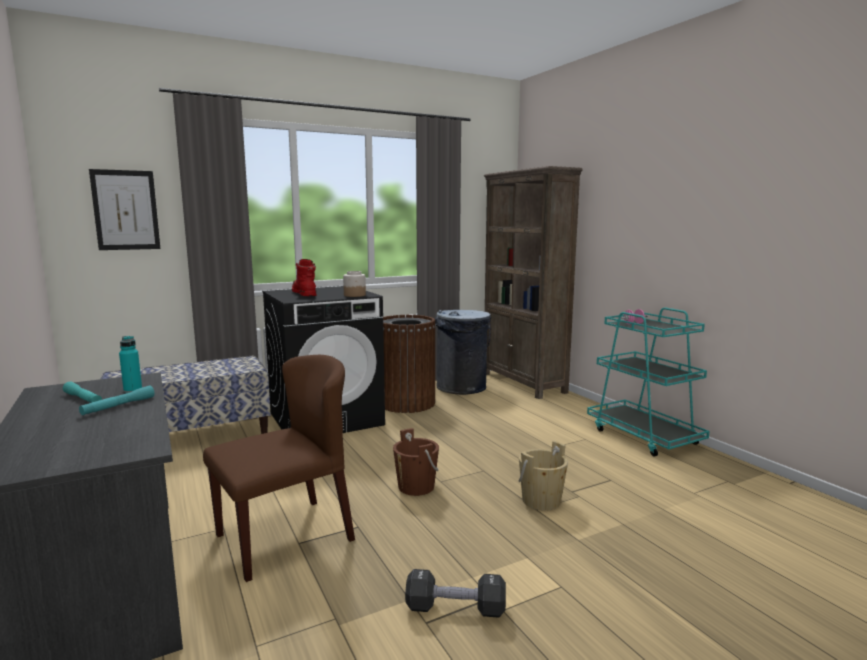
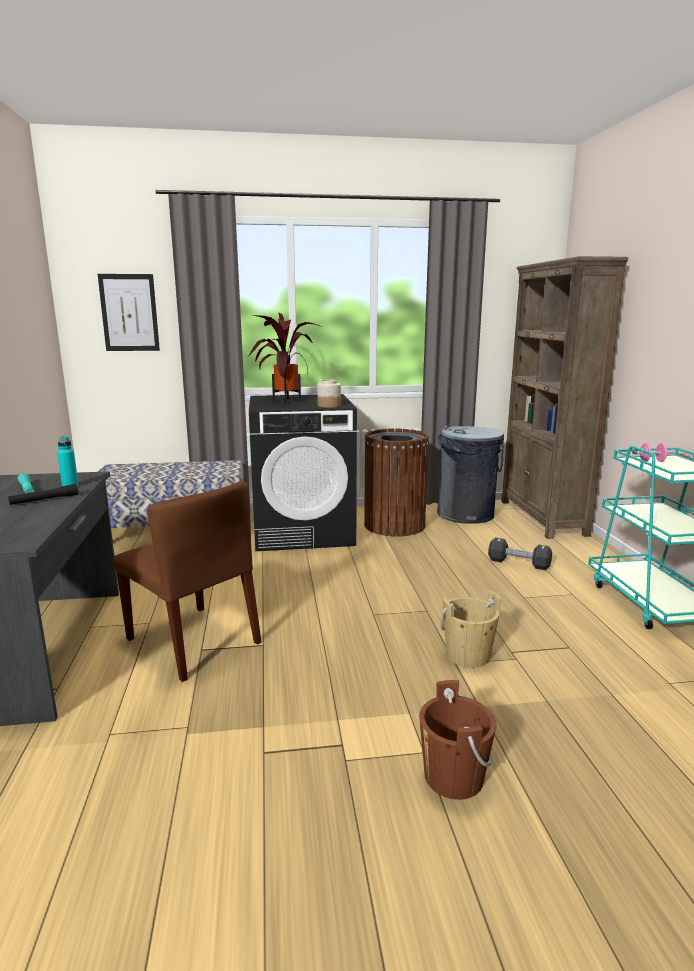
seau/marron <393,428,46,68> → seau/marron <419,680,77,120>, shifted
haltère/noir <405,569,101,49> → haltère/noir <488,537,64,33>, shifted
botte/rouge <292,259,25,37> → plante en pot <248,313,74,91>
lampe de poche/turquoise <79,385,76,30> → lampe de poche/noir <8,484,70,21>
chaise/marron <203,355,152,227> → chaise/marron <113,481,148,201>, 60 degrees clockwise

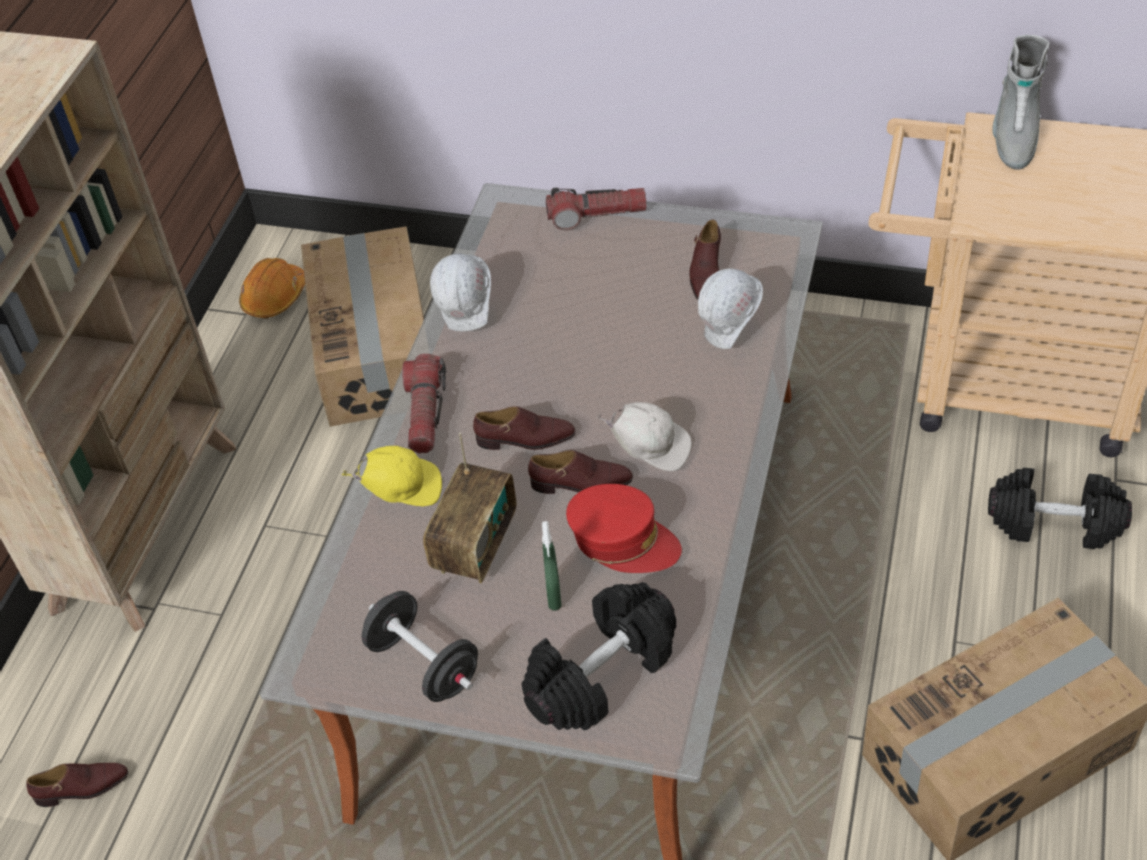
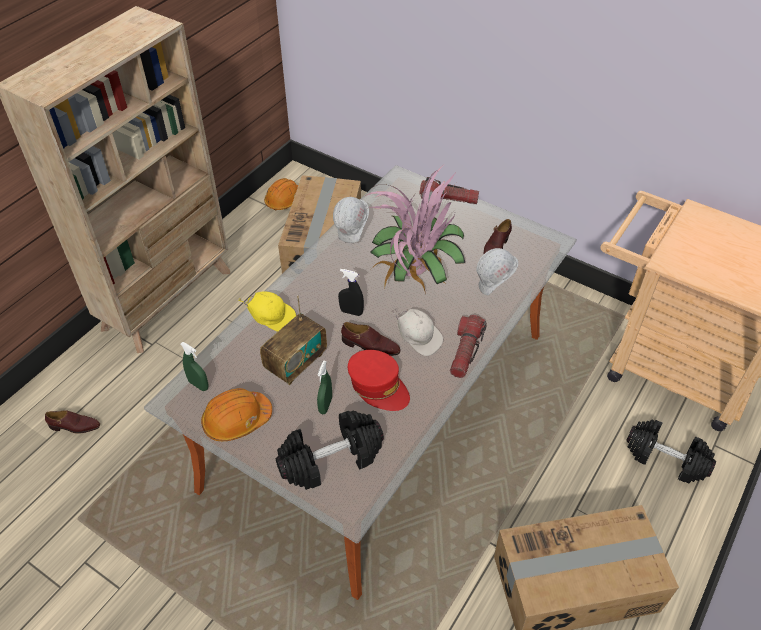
botte/gris <992,35,58,135> → -
- → vaporisateur/vert <181,342,28,49>
- → plante en pot <364,163,101,128>
lampe de poche <402,354,44,99> → lampe de poche <450,315,37,63>, shifted
haltère/noir <362,591,116,111> → casque de chantier/orange <201,388,71,53>
chaussure/marron <473,406,102,44> → vaporisateur/noir <338,269,26,47>

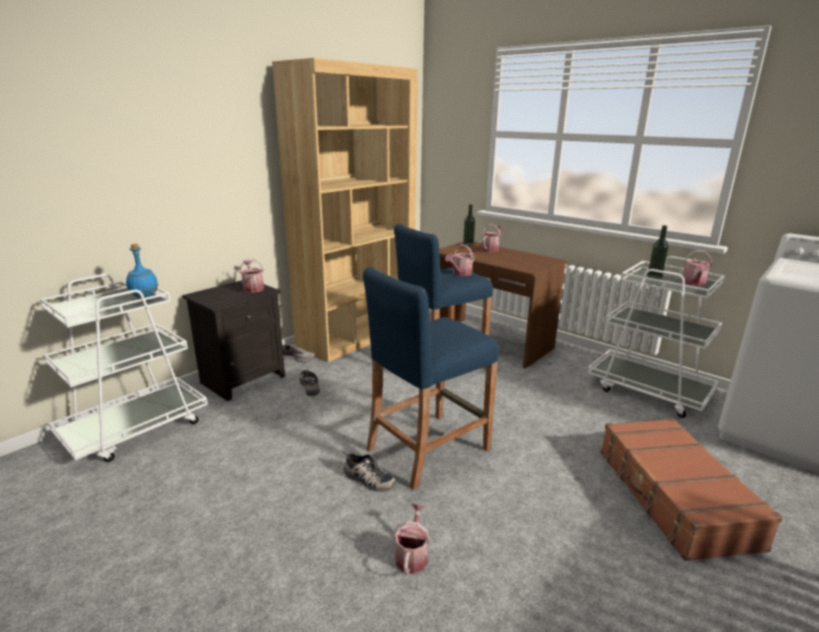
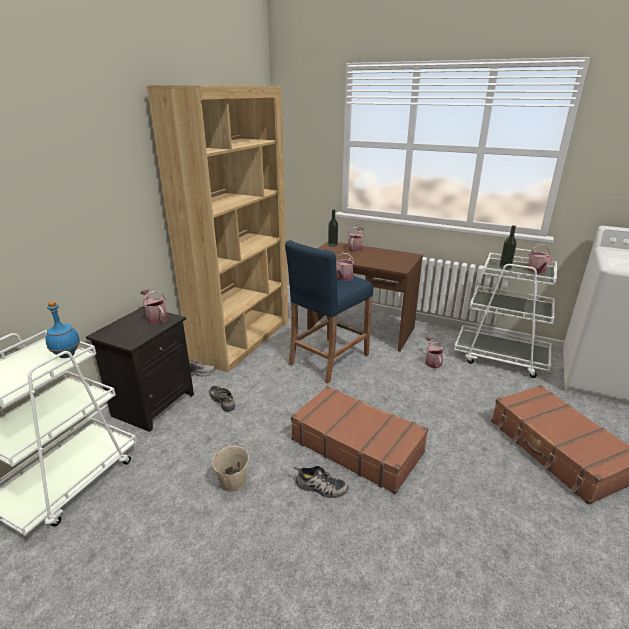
- → seau/beige <212,442,37,51>
arrosoir <393,503,37,72> → arrosoir <425,337,20,31>, shifted
tabouret/bleu <363,267,136,223> → valise/marron <291,386,137,108>

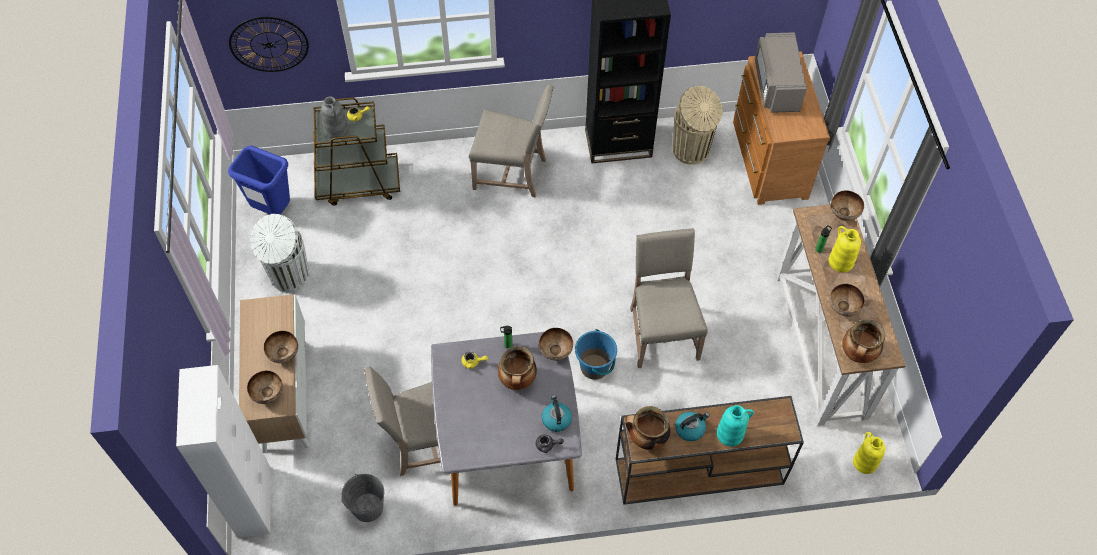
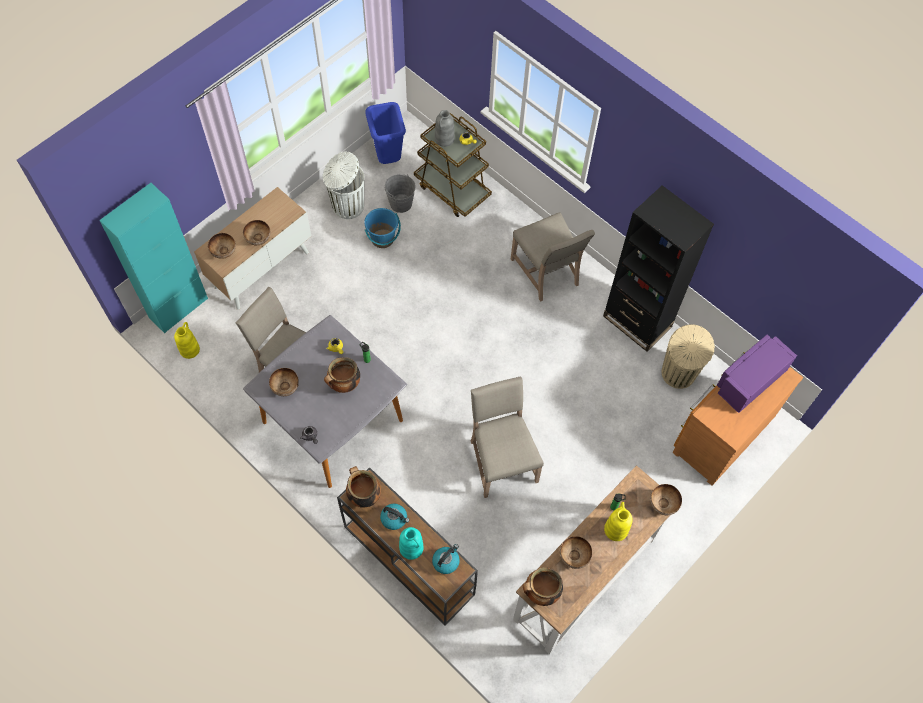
horloge murale <229,17,80,55> → -
seau/gris <342,474,42,48> → seau/gris <385,174,31,39>, shifted
bol <539,328,34,33> → bol <269,368,30,28>, shifted
bouilloire <542,395,30,37> → bouilloire <432,544,28,30>, shifted
seau/bleu <575,329,42,51> → seau/bleu <364,208,37,40>, shifted
vase/jaune <853,432,32,42> → vase/jaune <174,322,26,37>, shifted
meuble de rangement/blanc <176,365,94,173> → meuble de rangement/turquoise <99,183,109,150>
micro-ondes/gris <755,32,52,81> → micro-ondes/violet <717,335,80,78>
chaise/beige <630,228,78,140> → chaise/beige <471,376,73,122>, 60 degrees counterclockwise

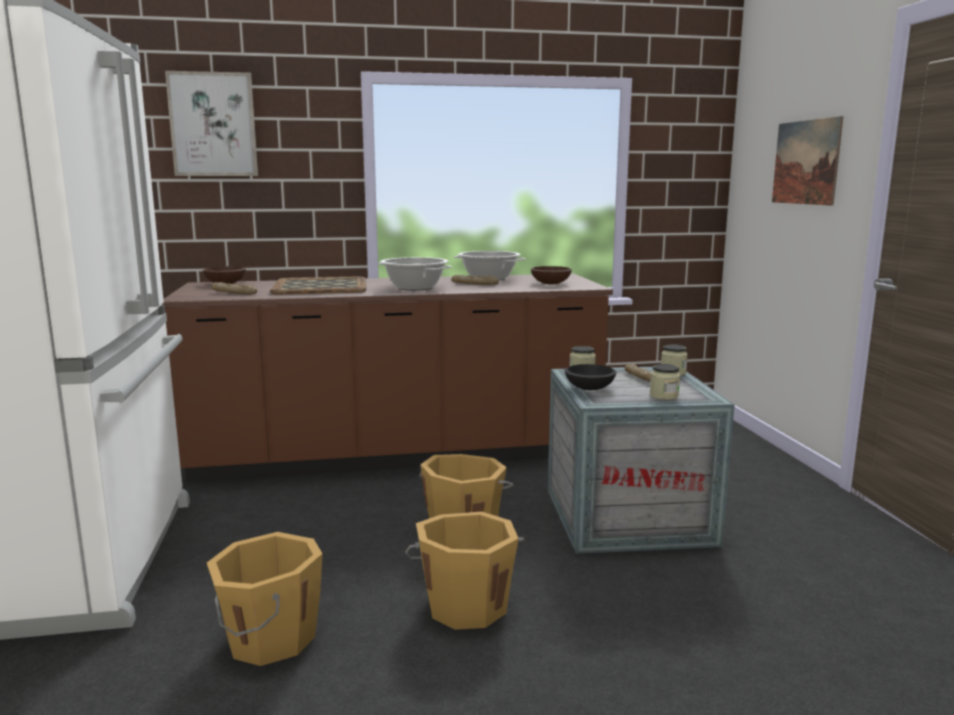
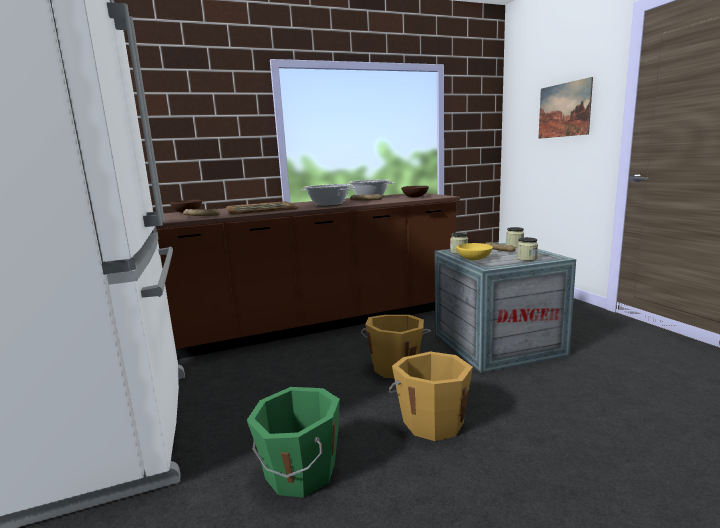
tableau <165,71,93,105> → -
seau/orange <207,532,116,134> → seau/vert <247,387,93,111>
bol/noir <565,364,52,26> → bol/jaune <456,243,37,17>

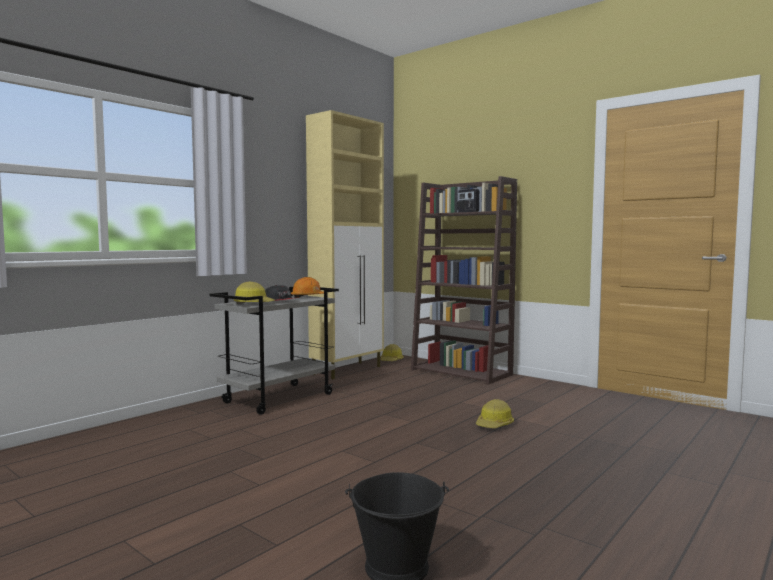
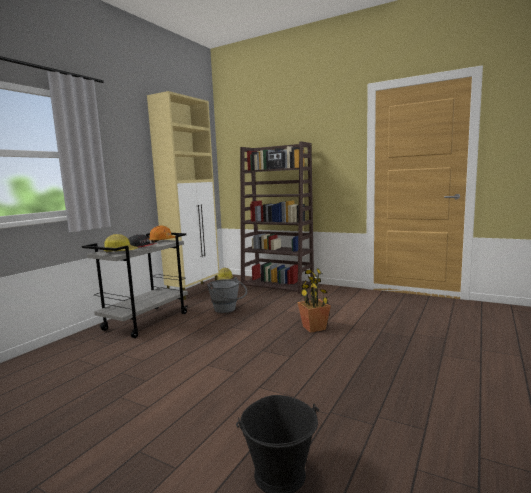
- → seau/gris <207,277,40,36>
casque de chantier <476,399,38,29> → plante en pot <297,269,34,64>

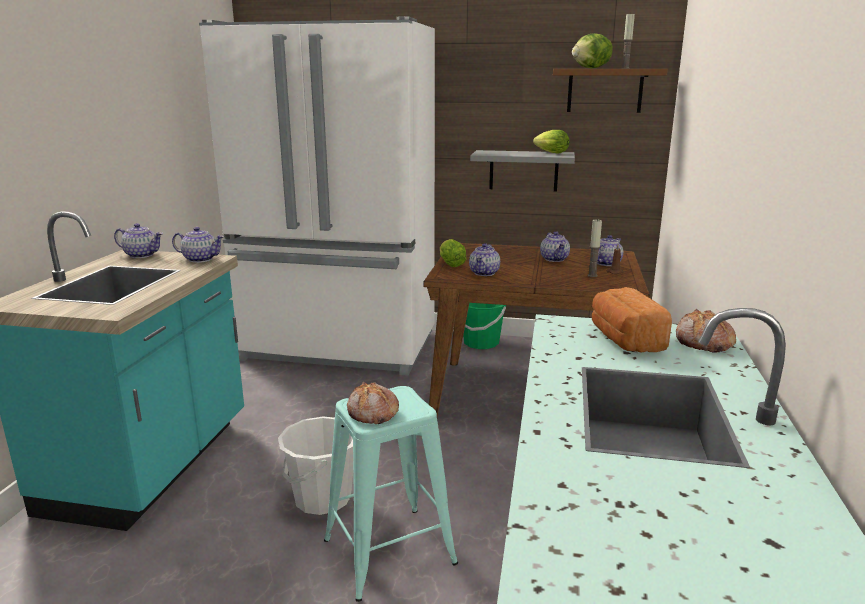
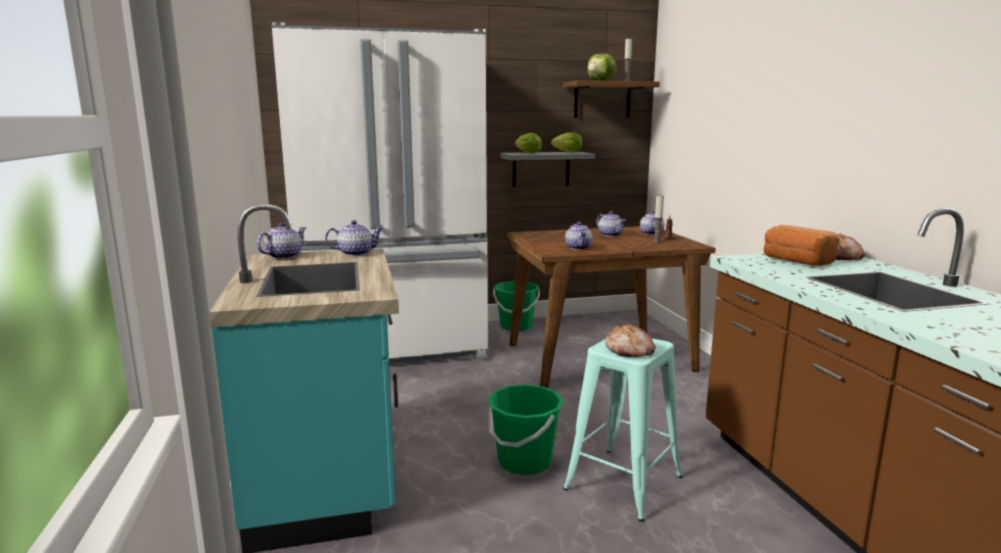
laitue <440,239,27,28> → laitue <515,133,27,21>, shifted
seau/blanc <278,416,75,99> → seau/vert <488,384,76,91>
théière <114,223,49,35> → théière <257,222,49,37>, 45 degrees counterclockwise

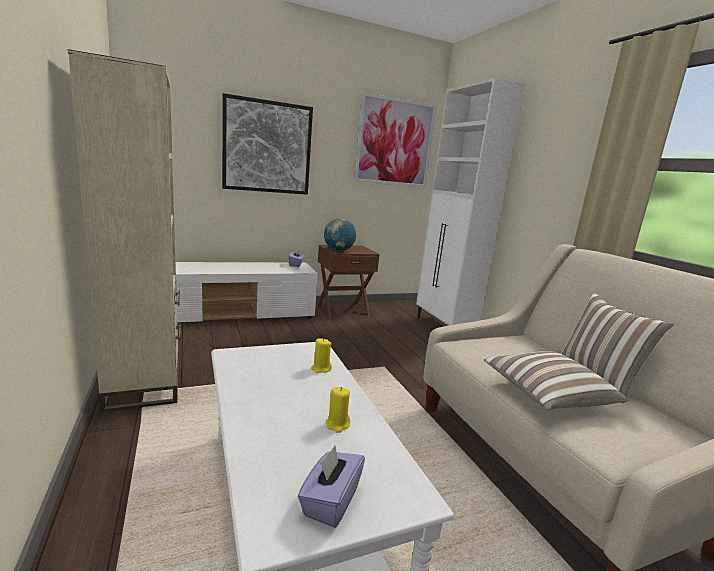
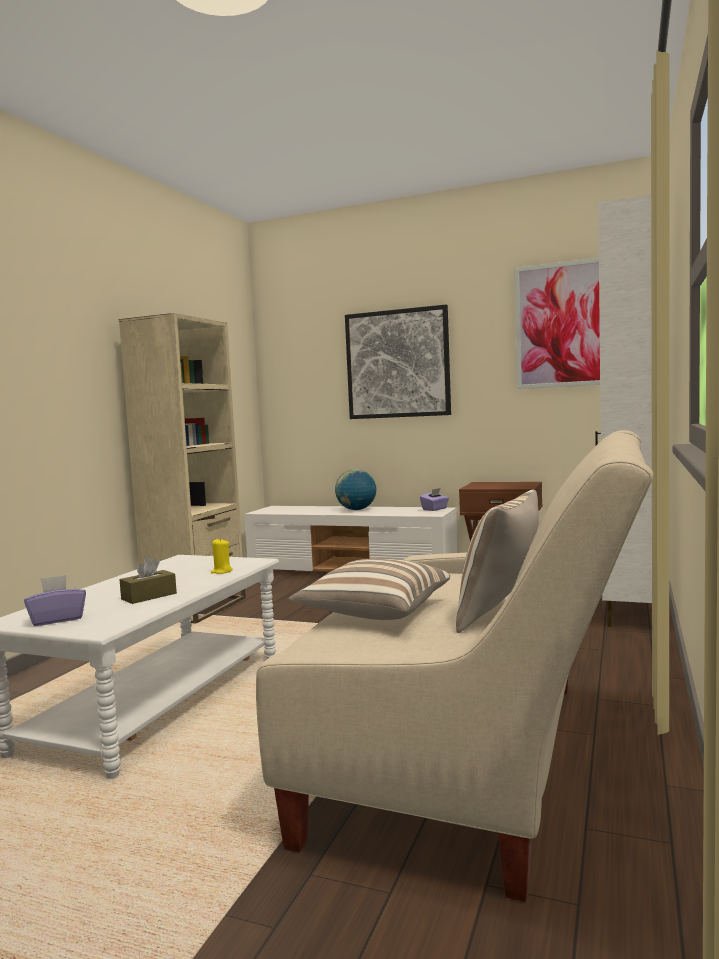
globe <324,218,32,33> → globe <335,469,41,41>, shifted
bougie/jaune <326,387,24,46> → boîte à mouchoirs/marron <120,557,57,47>

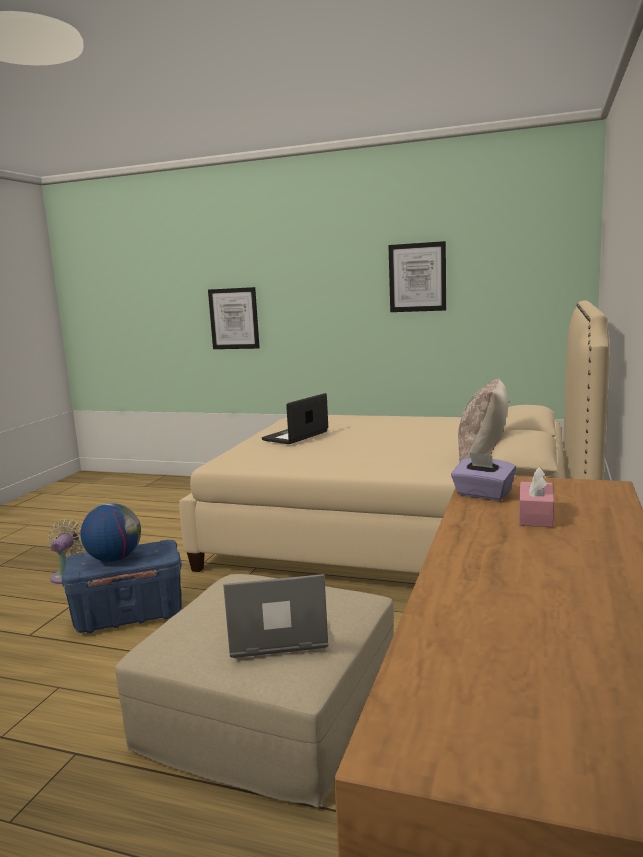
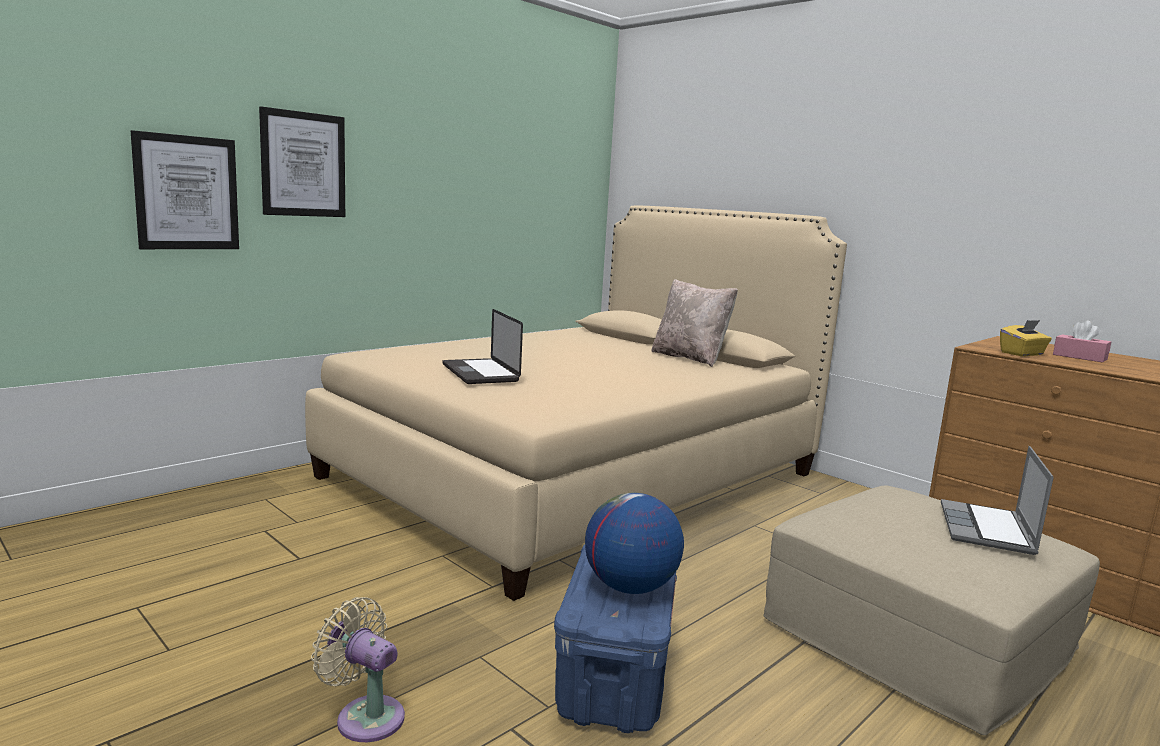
tableau <389,241,57,71> → tableau <259,106,86,111>, shifted
boîte à mouchoirs/violet <451,452,65,49> → boîte à mouchoirs/jaune <1000,320,52,37>

